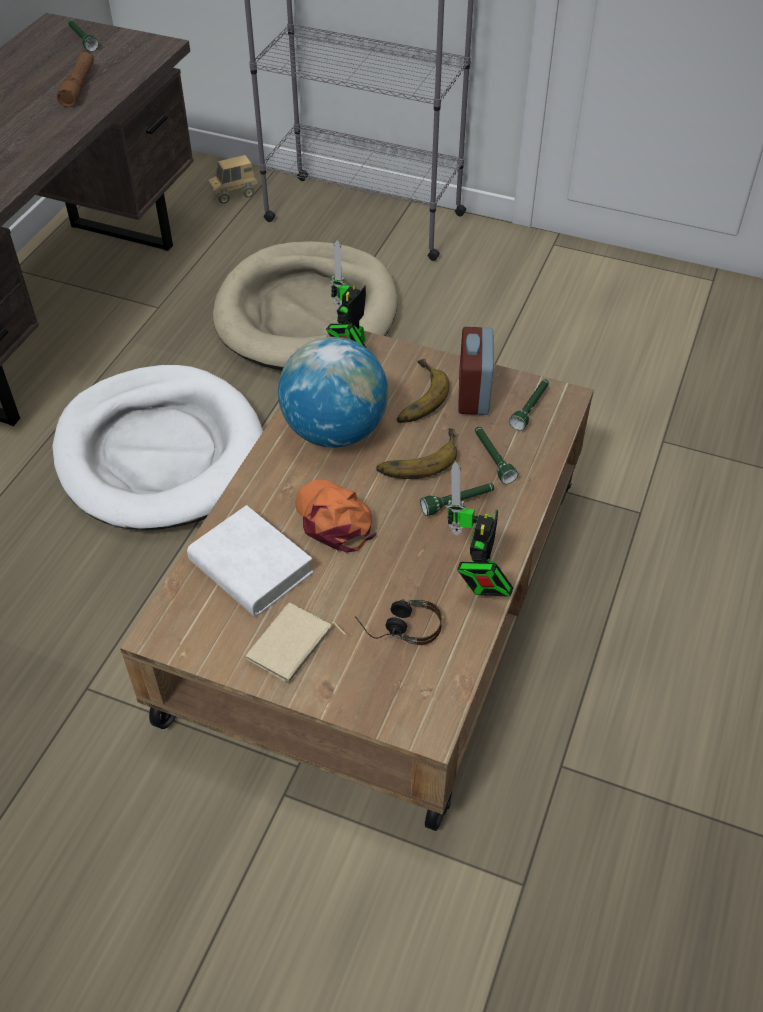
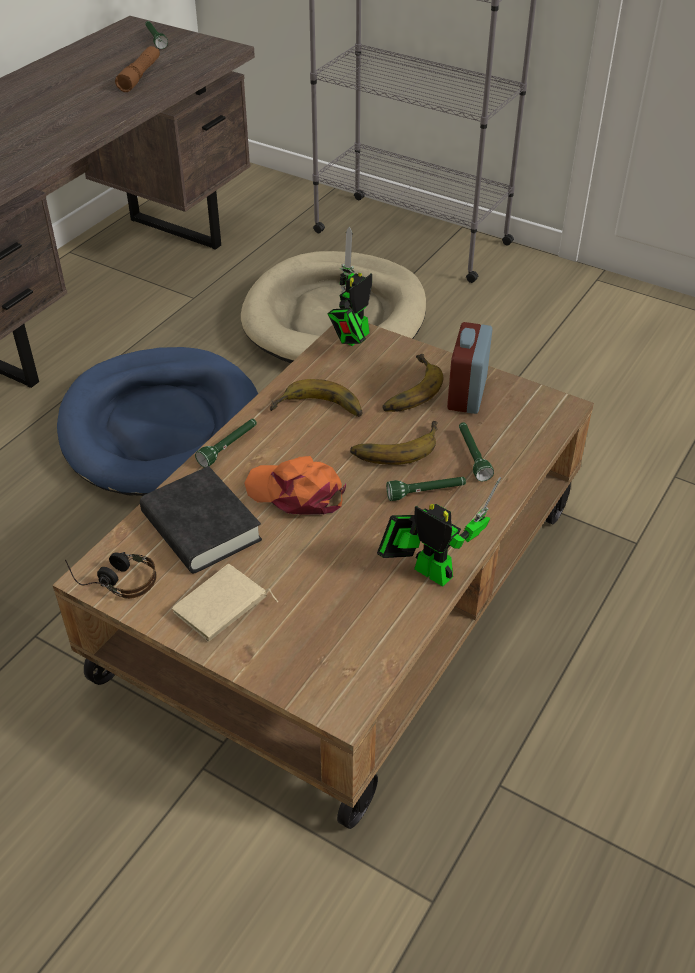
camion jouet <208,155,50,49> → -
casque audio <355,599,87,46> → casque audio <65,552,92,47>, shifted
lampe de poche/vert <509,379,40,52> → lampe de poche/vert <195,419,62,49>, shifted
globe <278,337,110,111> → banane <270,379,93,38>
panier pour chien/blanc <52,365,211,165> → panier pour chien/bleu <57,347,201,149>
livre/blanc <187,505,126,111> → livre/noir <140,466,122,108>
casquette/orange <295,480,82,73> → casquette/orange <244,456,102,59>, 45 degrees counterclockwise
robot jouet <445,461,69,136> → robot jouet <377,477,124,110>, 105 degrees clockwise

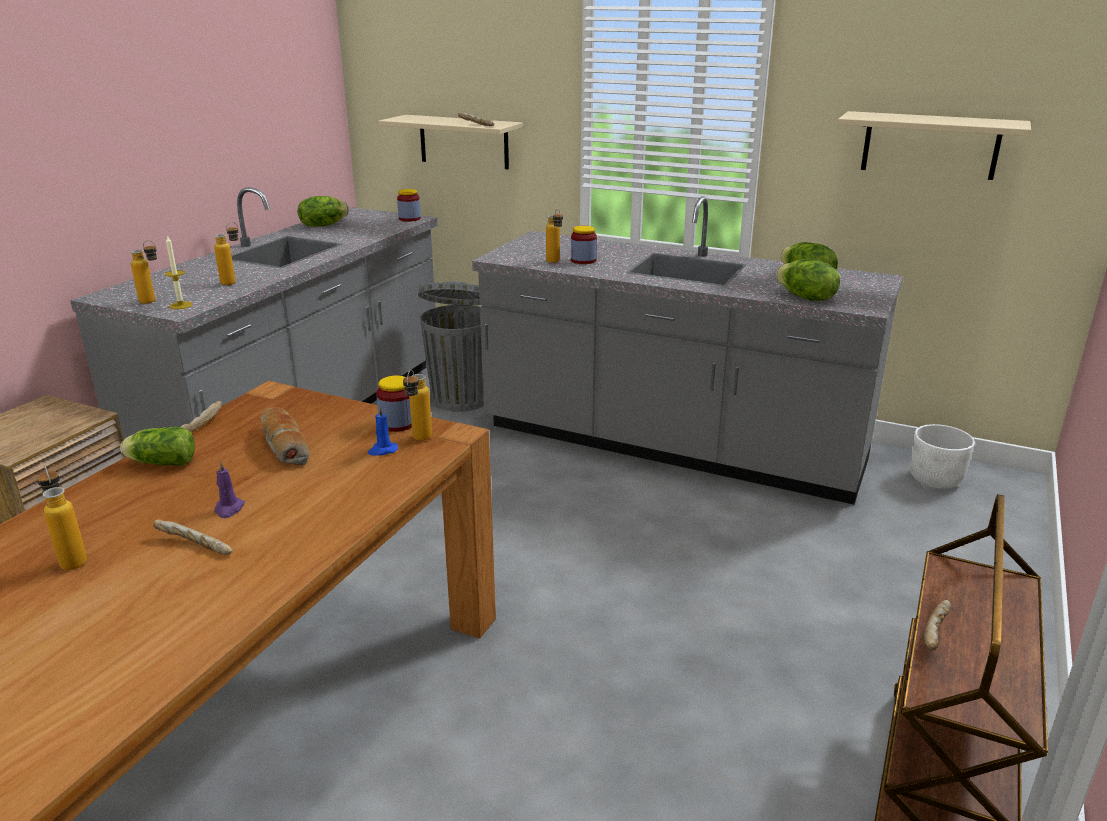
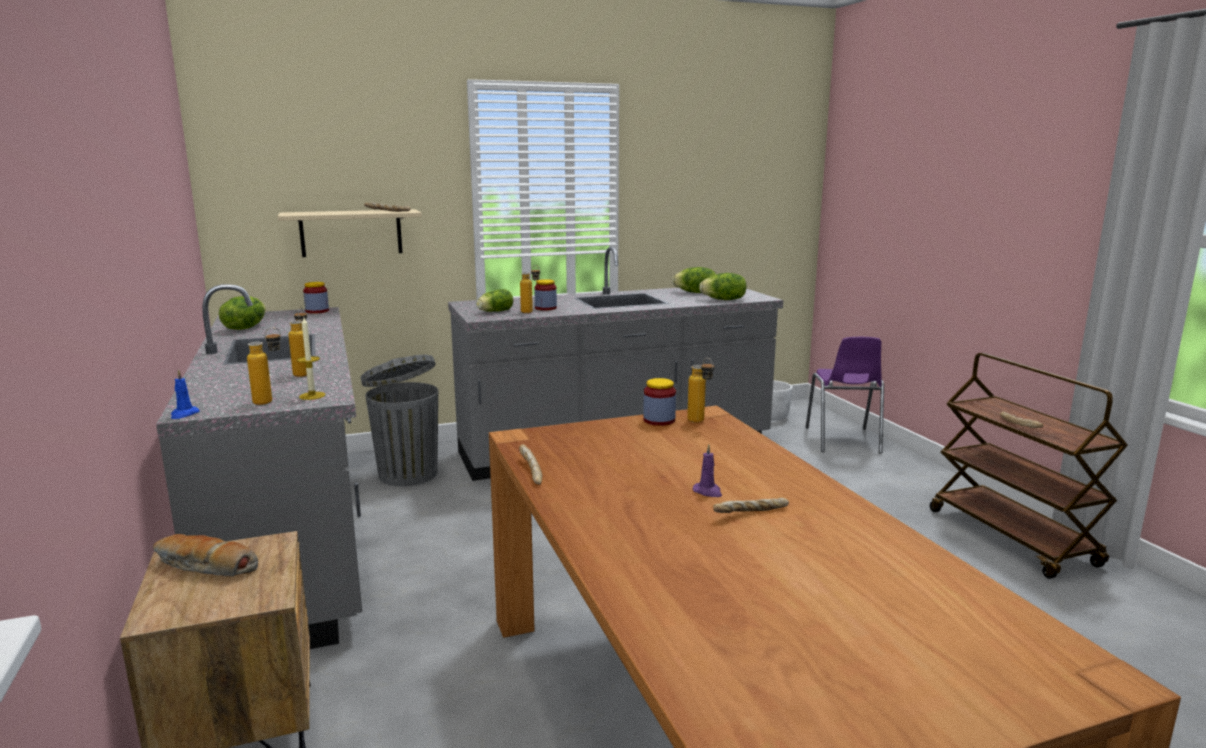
bouteille <37,464,50,106> → -
étagère/beige <837,111,194,69> → -
- → chaise/violet <806,337,78,117>
laitue <120,427,75,39> → laitue <476,289,37,23>, shifted
pain <261,407,48,58> → pain <153,534,105,43>, shifted
bougie/bleu <368,406,30,50> → bougie/bleu <171,370,29,49>, shifted

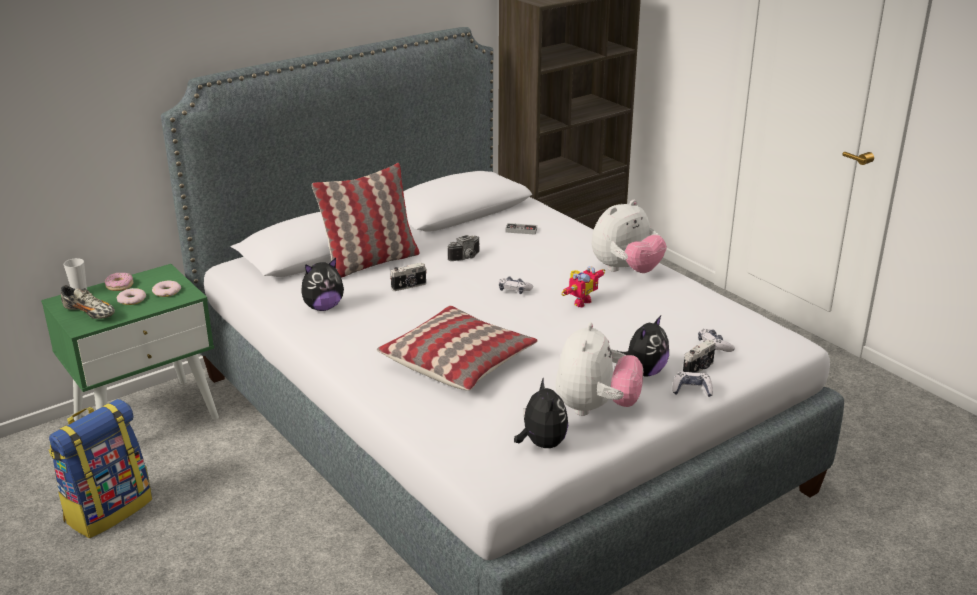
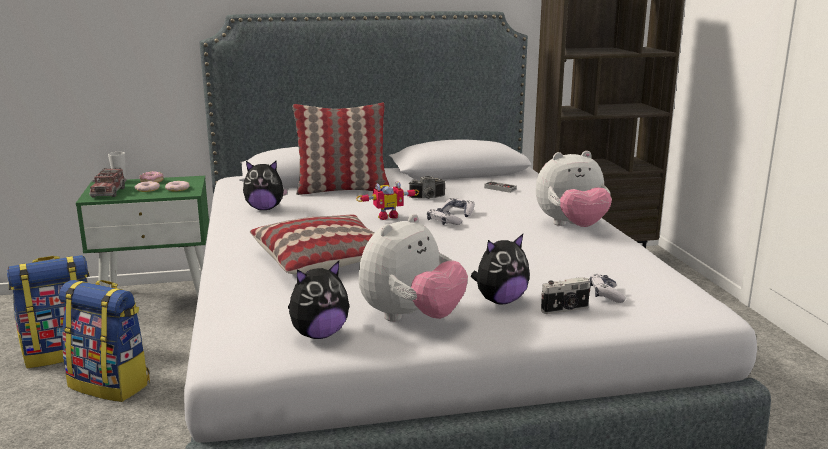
appareil photo <390,262,37,29> → -
- → sac à dos <59,280,91,122>
robot jouet <562,266,43,41> → robot jouet <357,181,62,39>, shifted
manette <673,372,40,25> → manette <441,198,34,19>, shifted
chaussure <61,285,54,34> → camion jouet <89,168,37,29>
peluche <514,377,54,71> → peluche <288,261,61,78>, 45 degrees clockwise

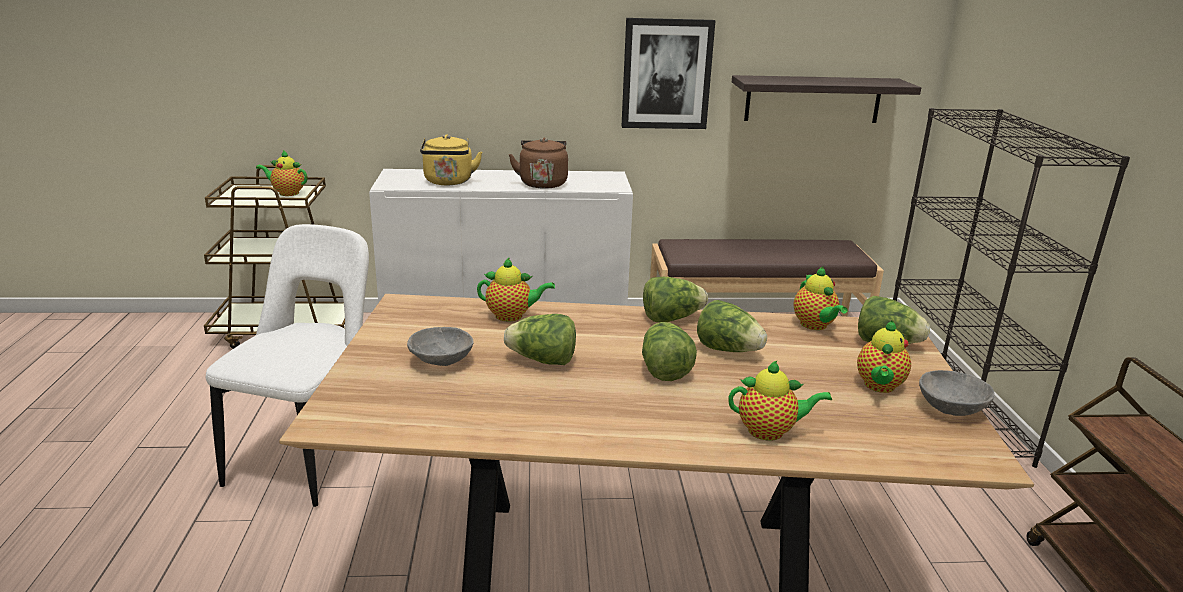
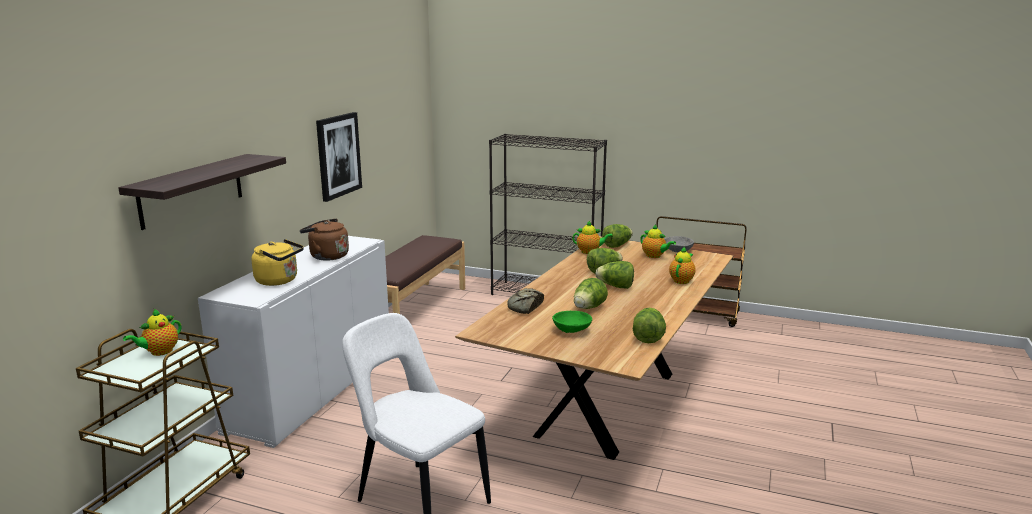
laitue <643,277,65,45> → laitue <633,307,33,36>, shifted
étagère <732,75,189,48> → étagère <118,154,168,76>, shifted
théière <477,257,78,64> → pain <507,288,37,26>
bol/gris <407,327,67,39> → bol/vert <552,311,40,22>

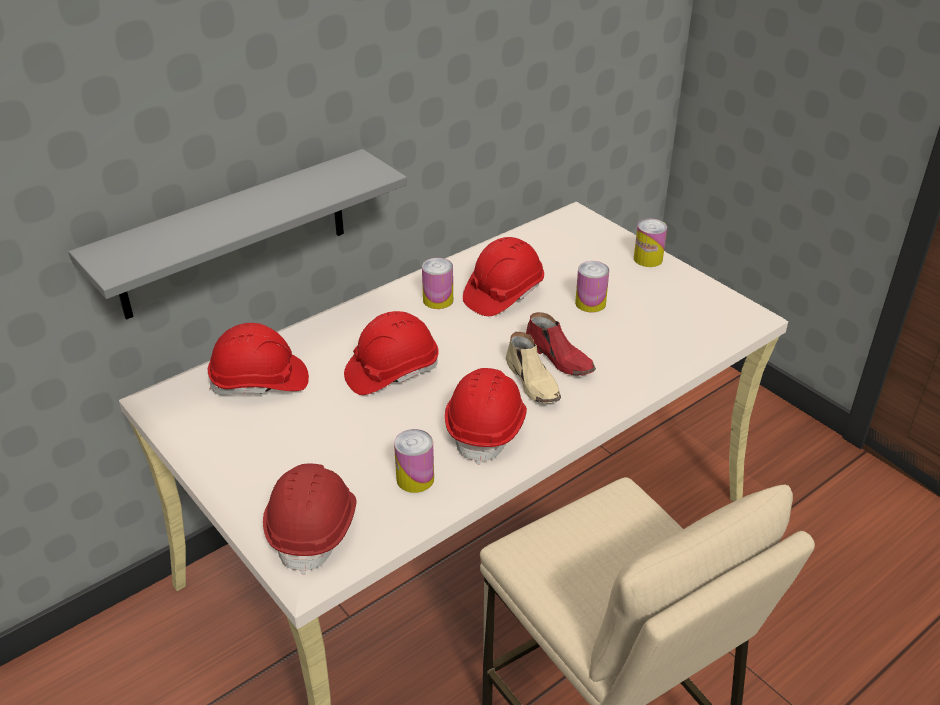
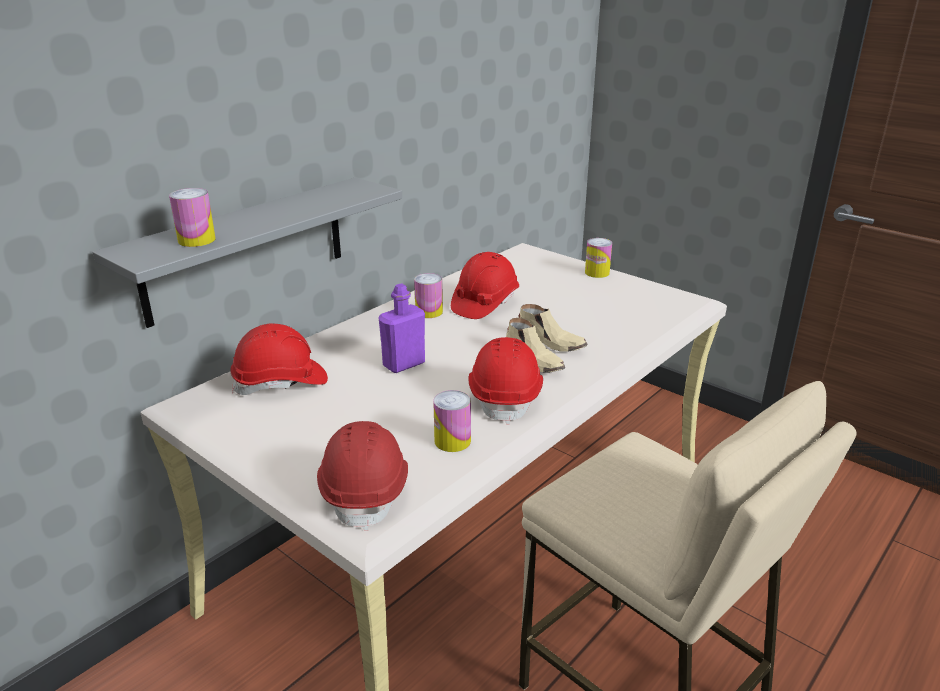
boîte métallique <575,261,34,52> → boîte métallique <169,188,47,59>, shifted
casque de chantier/rouge <344,311,95,84> → bouteille/violet <378,284,47,89>
chaussure/rouge <526,312,70,64> → chaussure/beige <518,304,70,47>

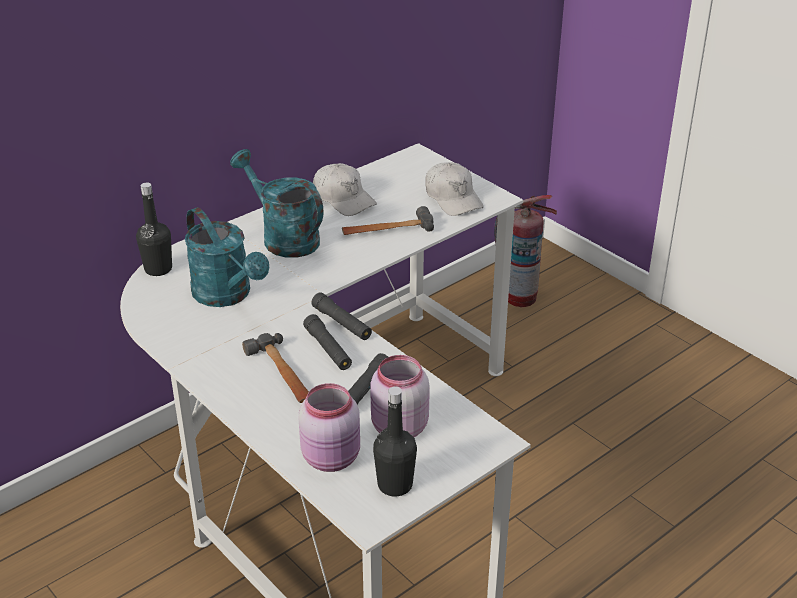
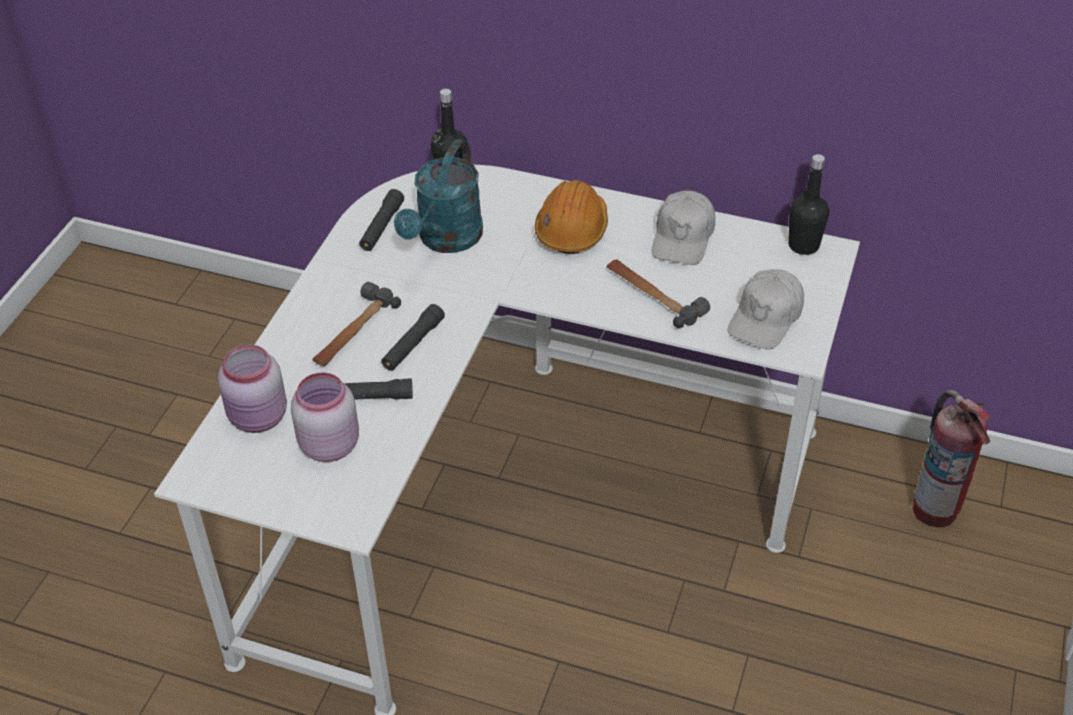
lampe de poche/noir <312,292,60,48> → lampe de poche/noir <359,189,45,62>, shifted
bouteille/noir <373,386,44,110> → bouteille/noir <788,154,41,101>, shifted
arrosoir/turquoise <230,149,94,109> → casque de chantier/orange <535,180,73,74>

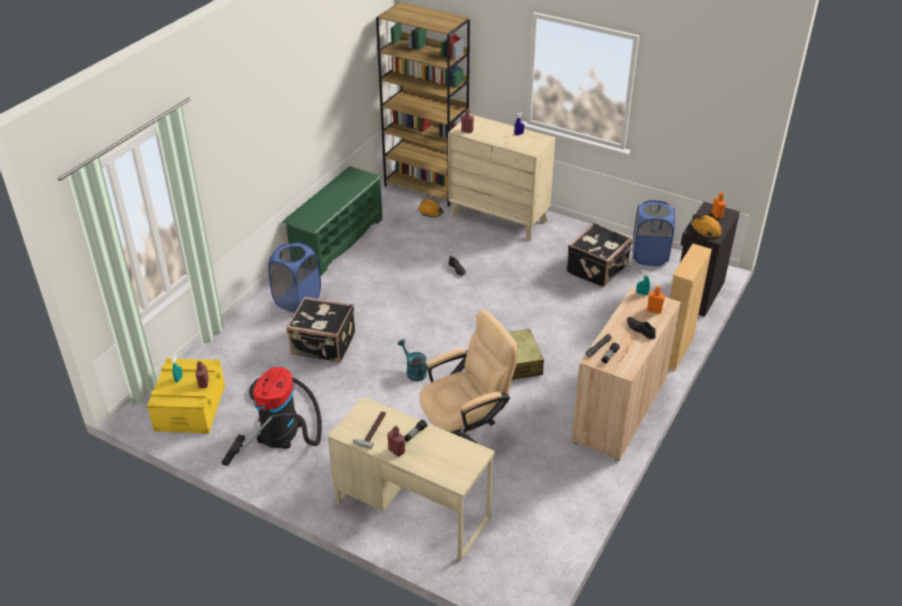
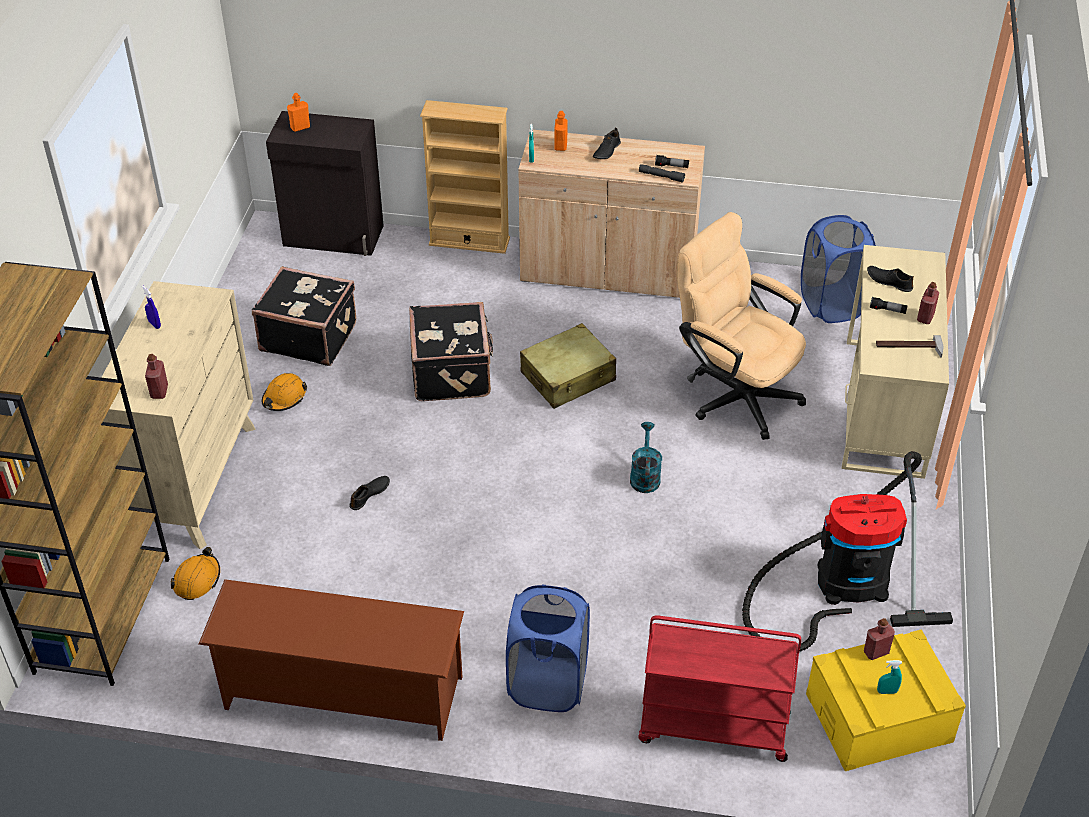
- → chariot/rouge <638,615,163,147>
- → chaussure/noir <867,266,47,26>
valise/noir <286,297,69,65> → valise/noir <409,302,84,99>, shifted
panier à linge/bleu <632,200,43,66> → panier à linge/bleu <801,215,75,108>, shifted
casque de chantier/orange <691,214,31,25> → casque de chantier/orange <262,373,45,38>, shifted
étagère à chaussures/vert <282,166,101,110> → étagère à chaussures/marron <198,579,266,162>
arrosoir/turquoise <398,339,29,42> → arrosoir/turquoise <630,422,32,71>, 150 degrees clockwise

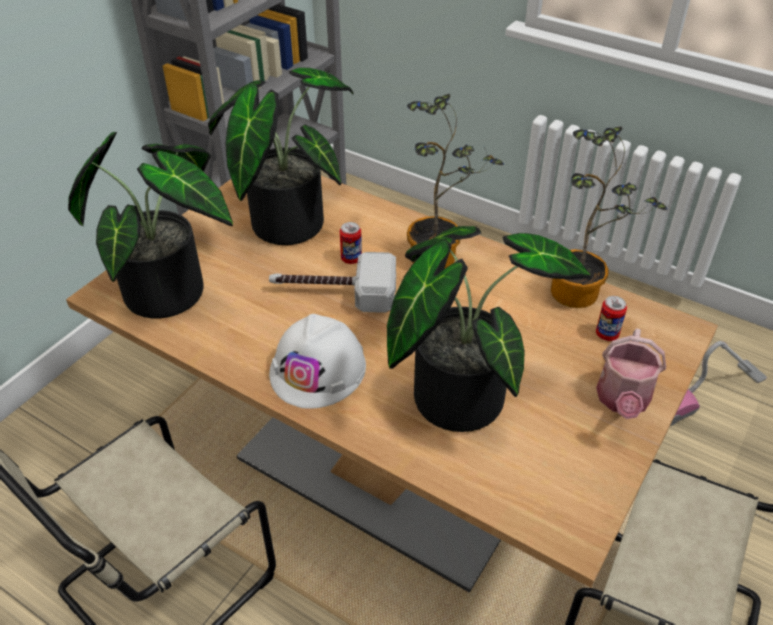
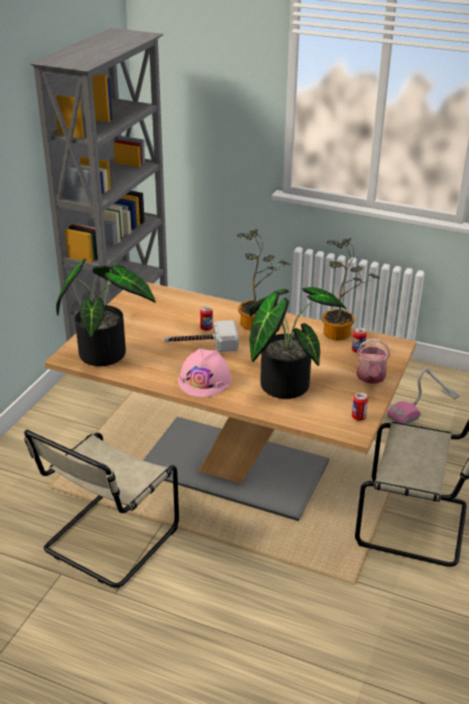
plante en pot <208,68,146,177> → -
- → boîte métallique <352,392,16,29>
casque de chantier/blanc <269,314,97,95> → casque de chantier/rose <178,348,53,49>

